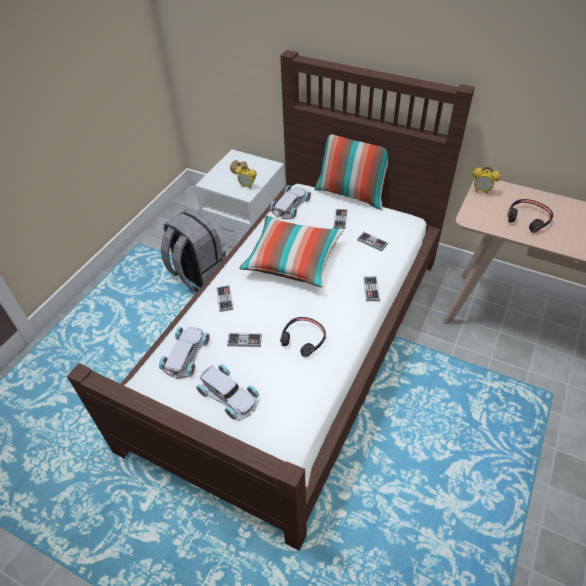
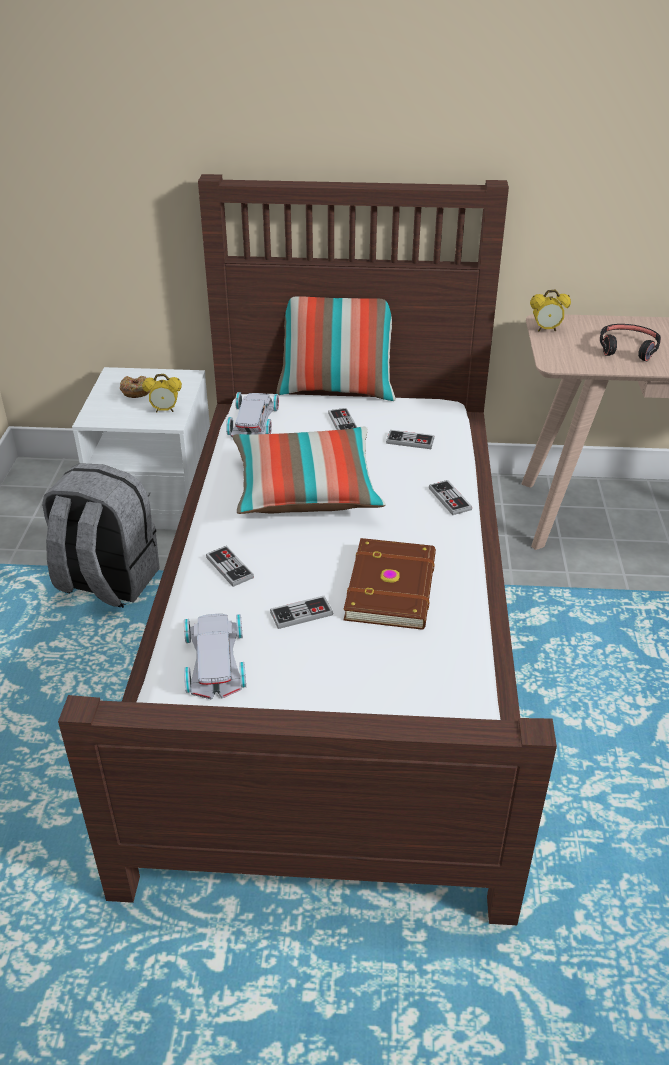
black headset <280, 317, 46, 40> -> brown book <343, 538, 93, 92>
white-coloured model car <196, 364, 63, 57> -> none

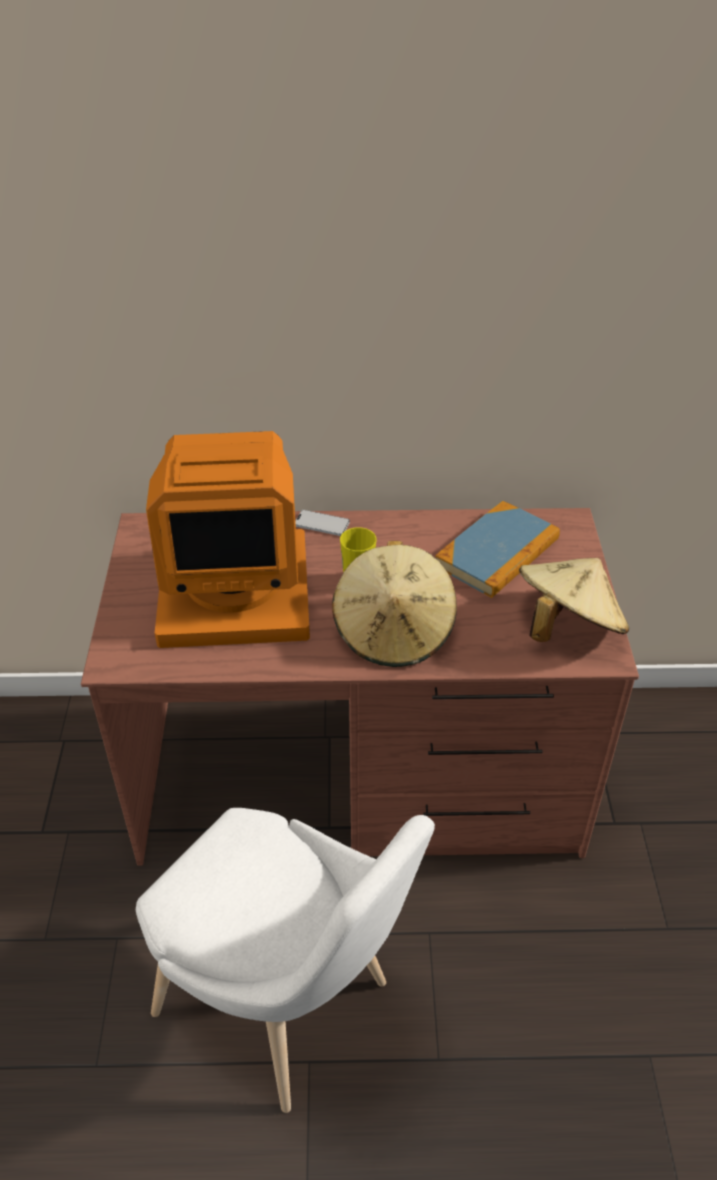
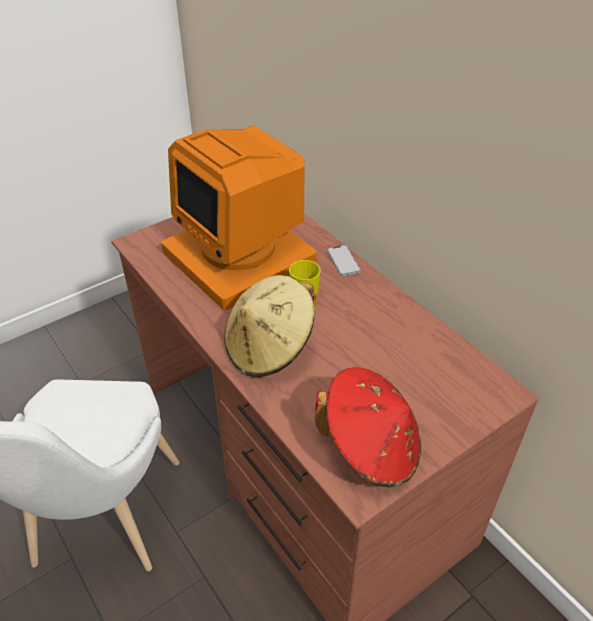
book <435, 501, 125, 97> -> none
sand-coloured clothing hat <519, 558, 110, 84> -> red clothing hat <315, 367, 106, 121>

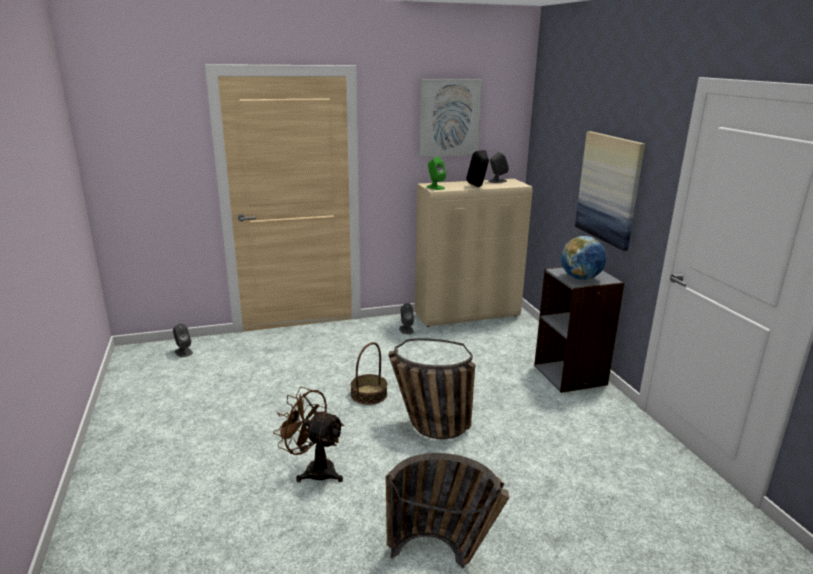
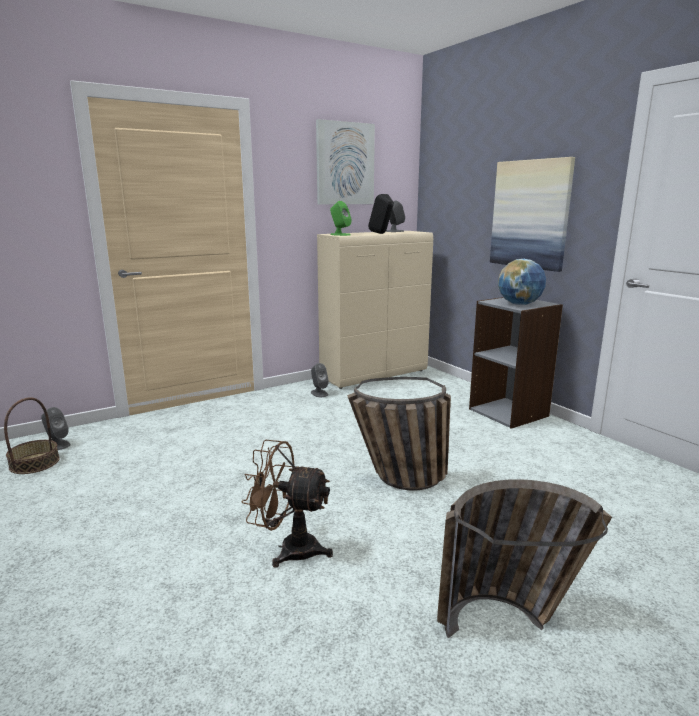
storage basket <351, 342, 36, 63> -> storage basket <4, 397, 56, 77>, move

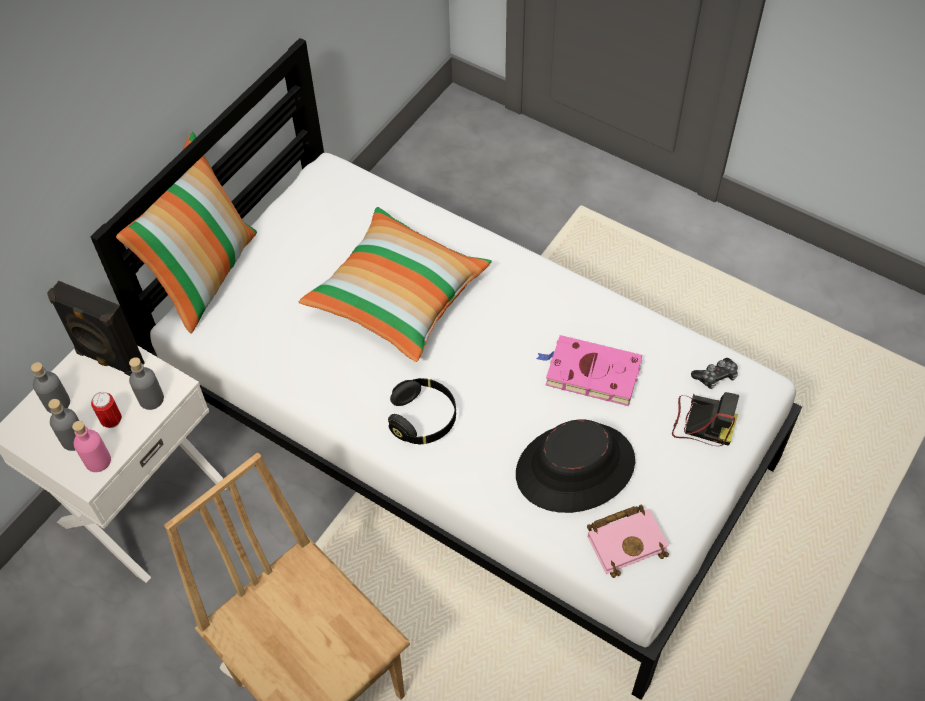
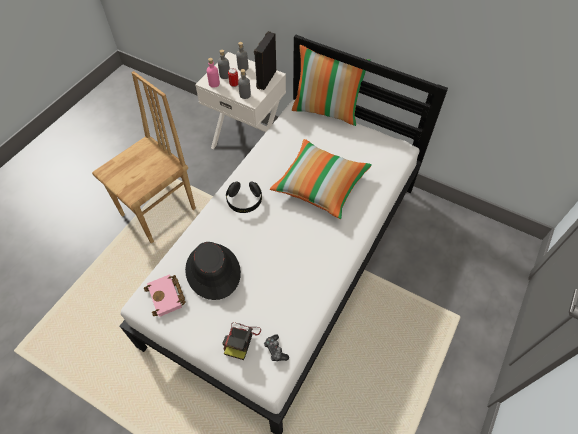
pink-coloured book <536, 335, 106, 71> -> none

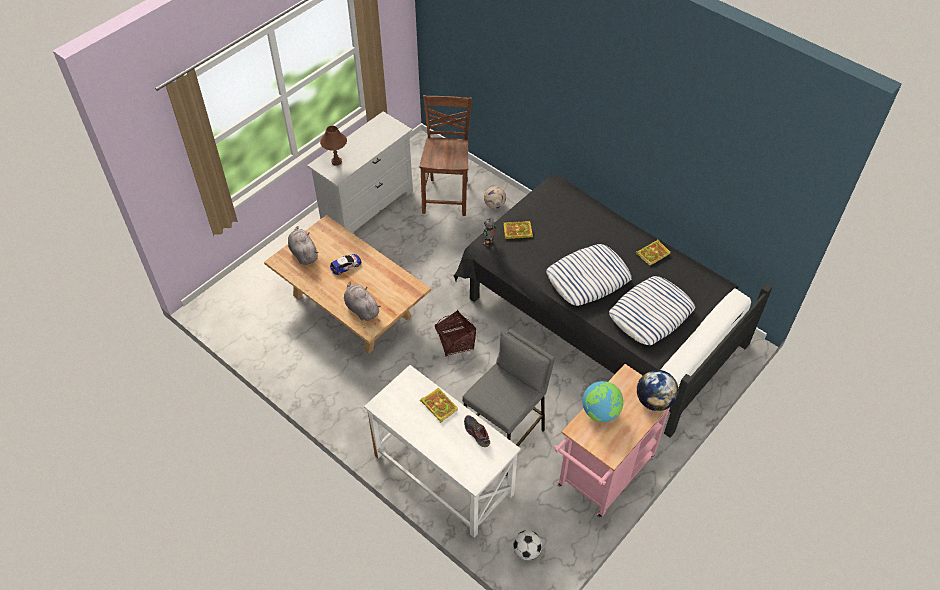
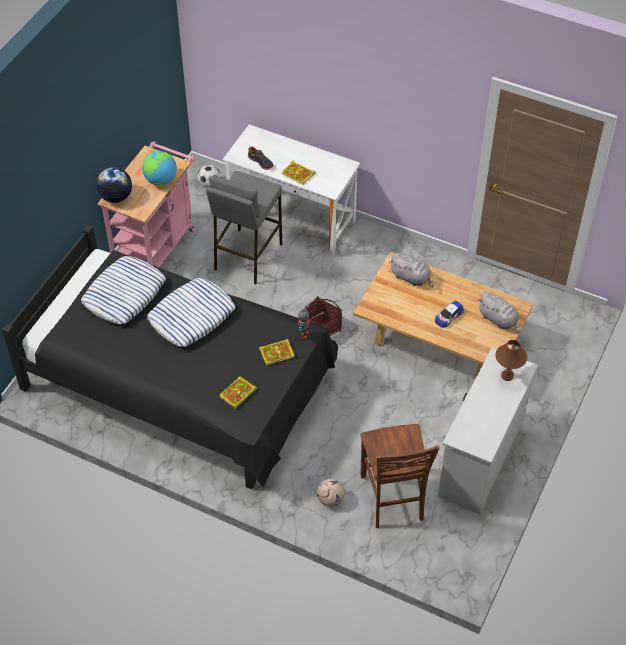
book <636, 239, 34, 27> -> book <219, 376, 38, 33>, move

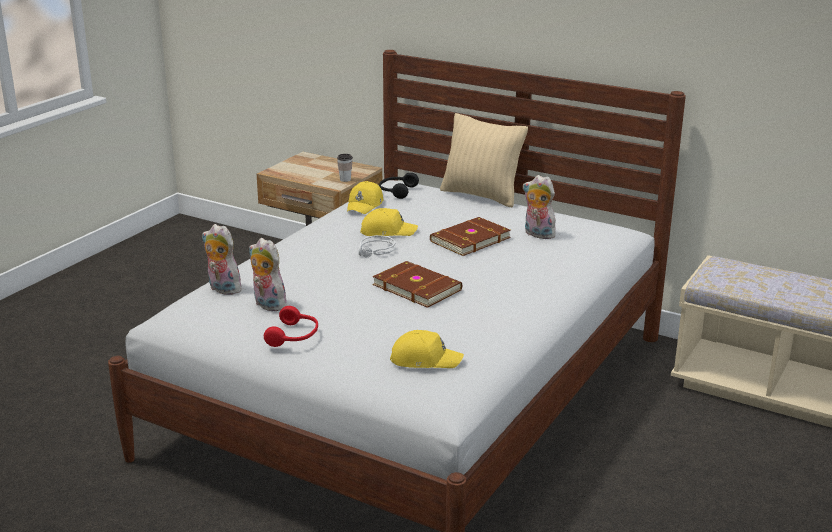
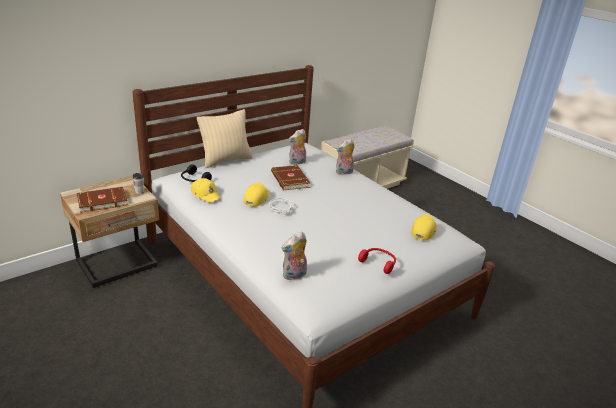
cuddly toy <249, 238, 38, 73> -> cuddly toy <336, 139, 19, 36>, move
brown book <372, 261, 90, 47> -> brown book <77, 187, 51, 26>, move

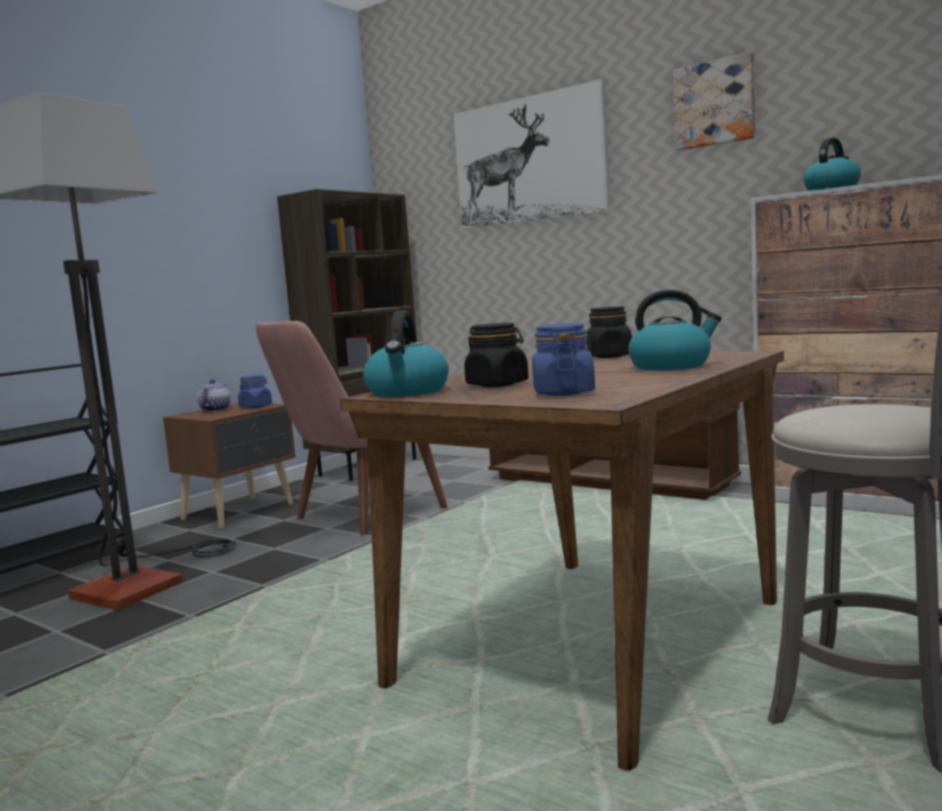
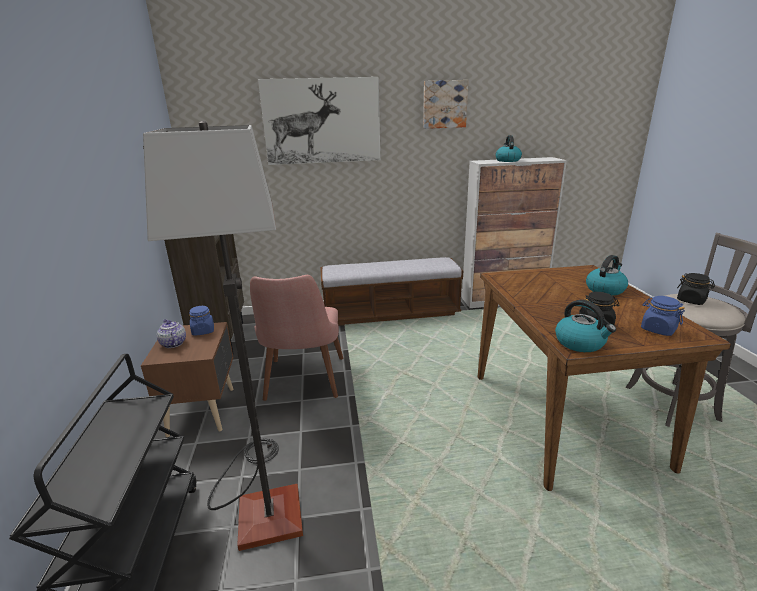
black storage jar <586, 306, 46, 52> -> black storage jar <677, 273, 38, 32>, move

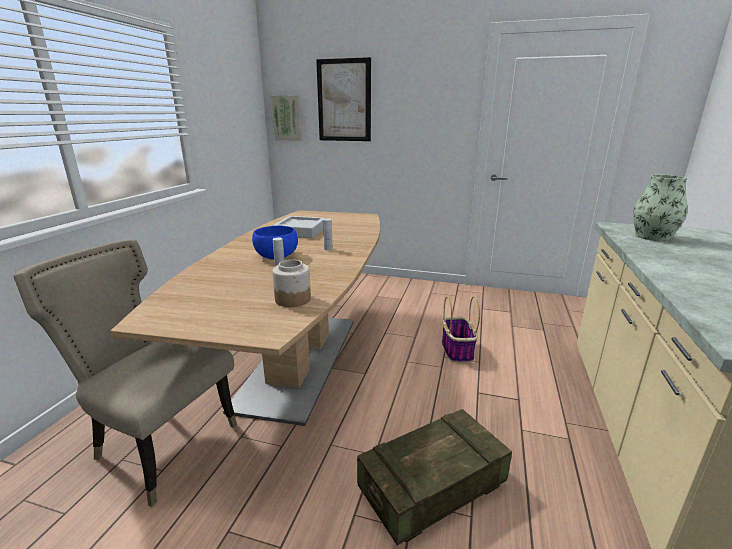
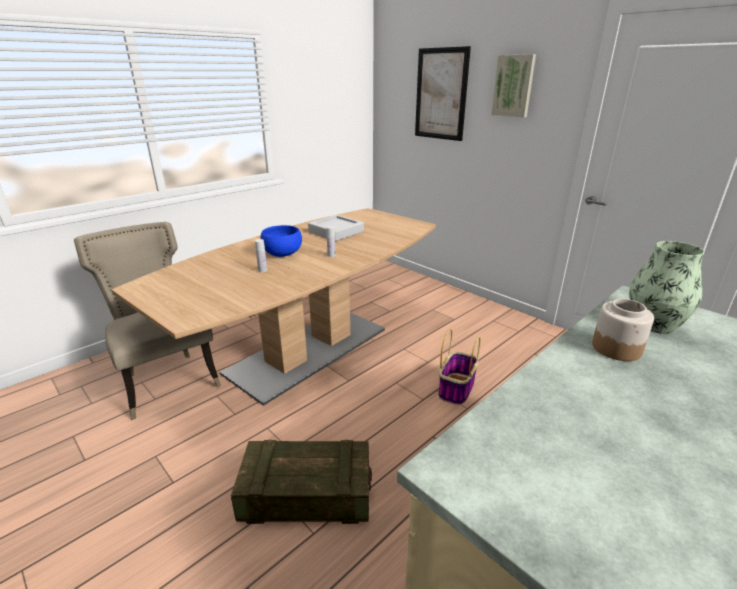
wall art <271, 95, 31, 46> -> wall art <491, 54, 45, 63>, move
storage jar <272, 260, 39, 47> -> storage jar <592, 299, 62, 62>, move

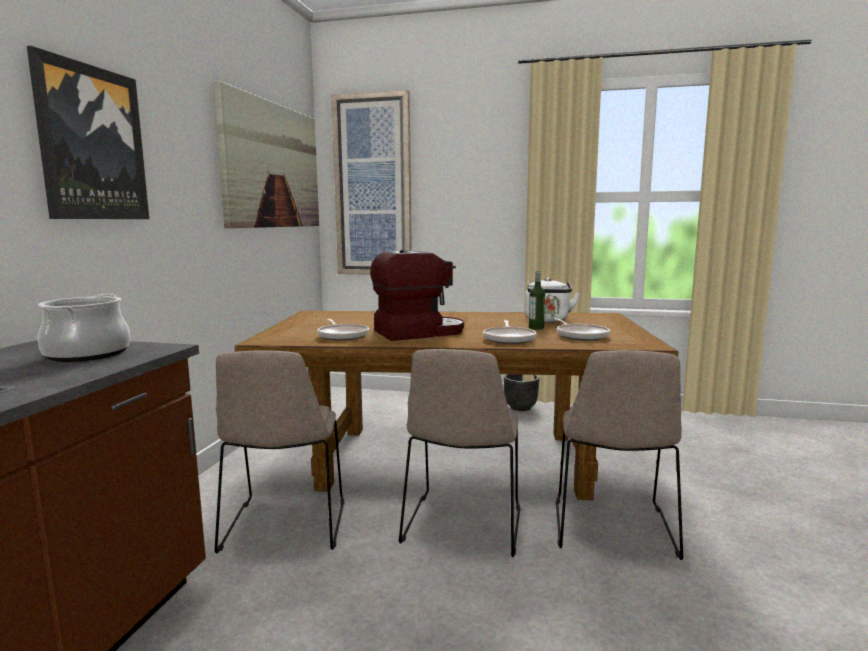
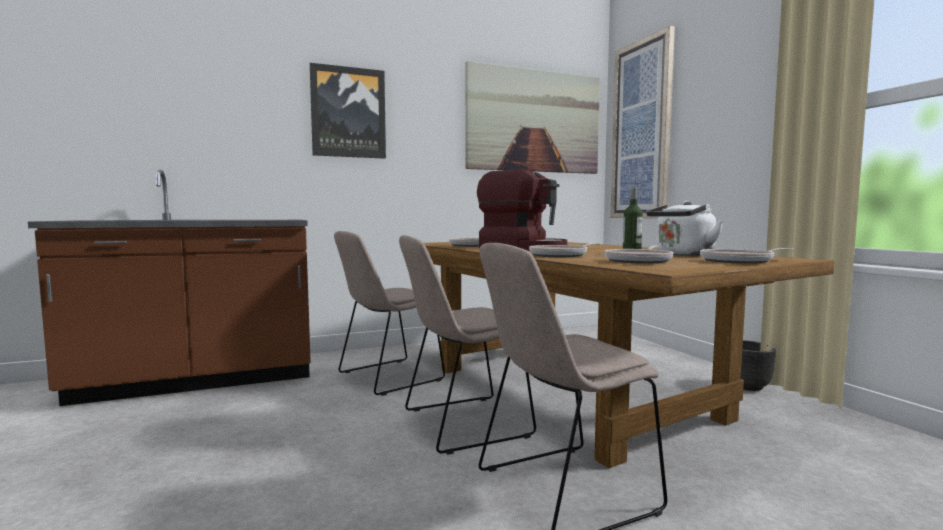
saucepot <38, 294, 92, 68> -> none
none -> pan <700, 248, 93, 16>

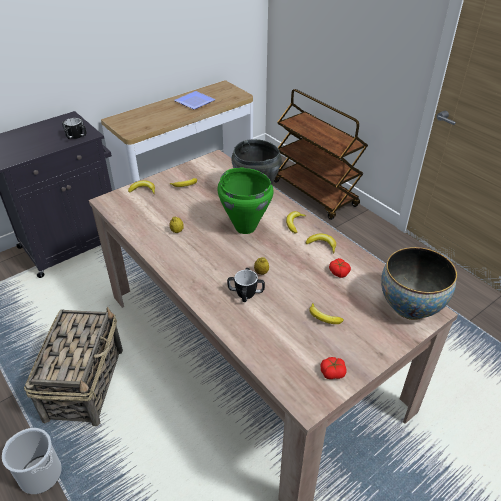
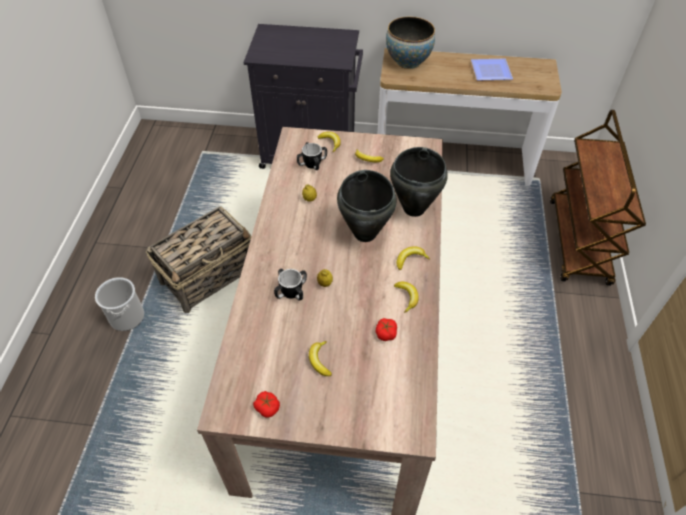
mug <62, 118, 24, 21> -> mug <297, 142, 30, 28>, move
greenish saucepot <217, 168, 57, 66> -> black saucepot <337, 170, 60, 72>
serving bowl <381, 247, 76, 73> -> serving bowl <386, 17, 49, 52>, move

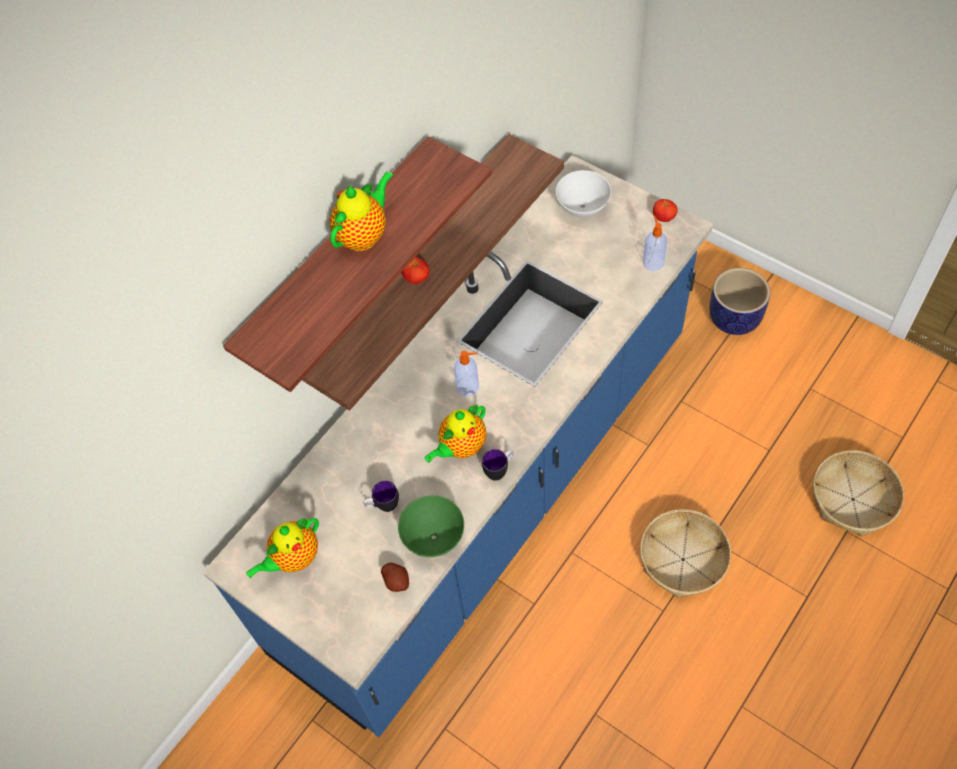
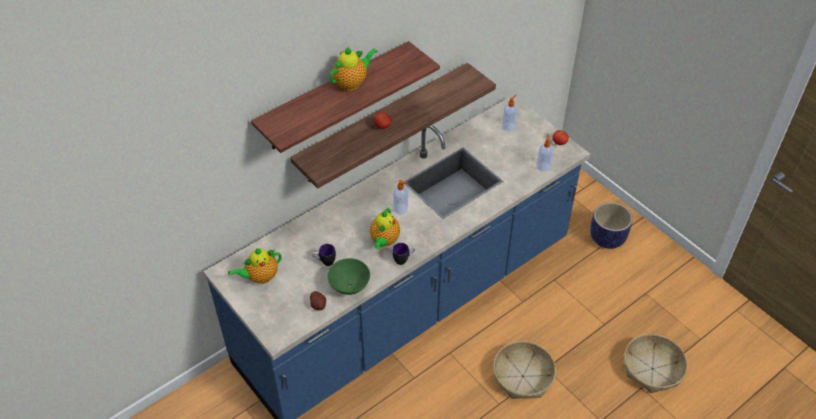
white-coloured serving bowl <556, 170, 55, 47> -> liquid soap bottle <502, 95, 15, 36>
pot for tea <424, 404, 62, 59> -> pot for tea <370, 207, 30, 42>, 45 degrees counterclockwise

